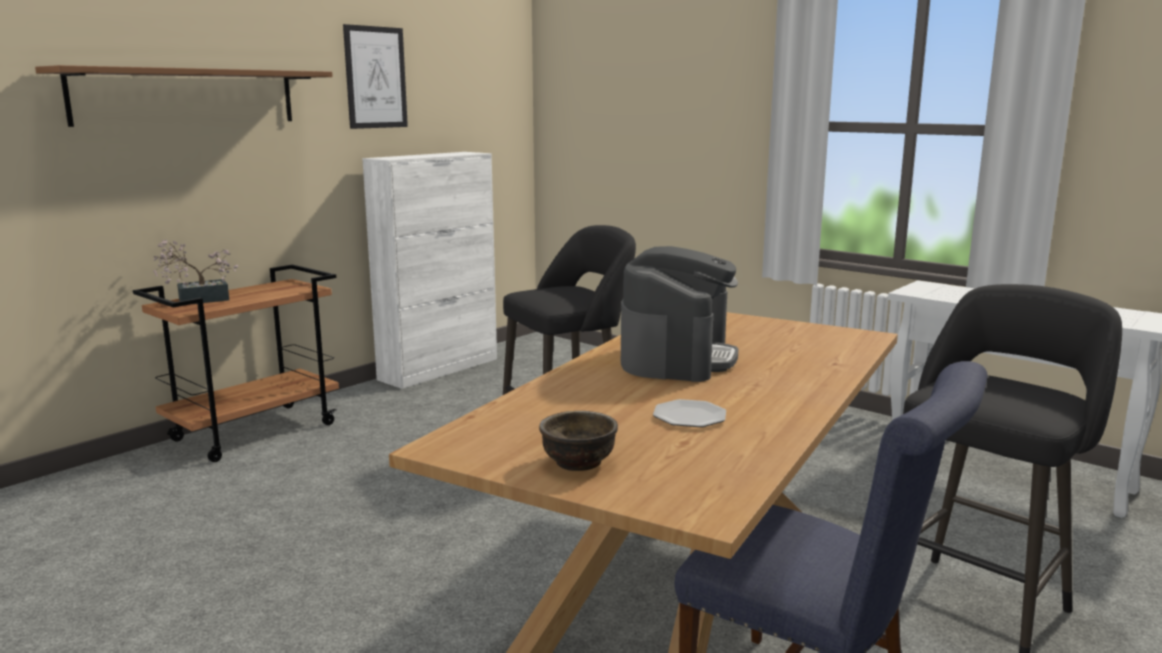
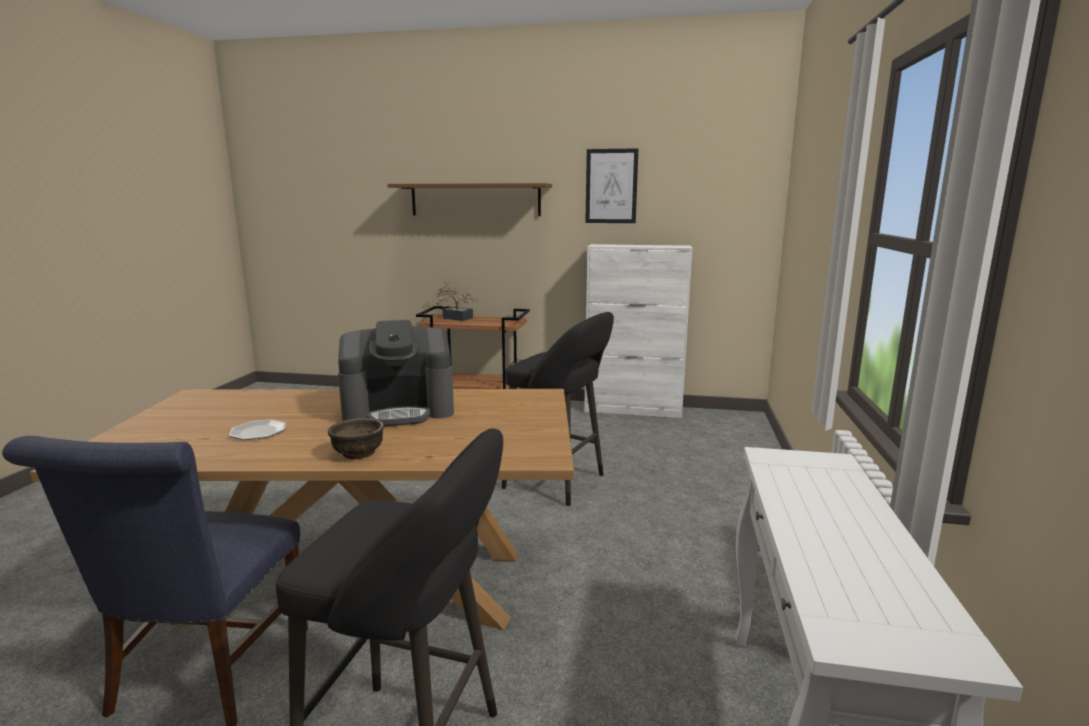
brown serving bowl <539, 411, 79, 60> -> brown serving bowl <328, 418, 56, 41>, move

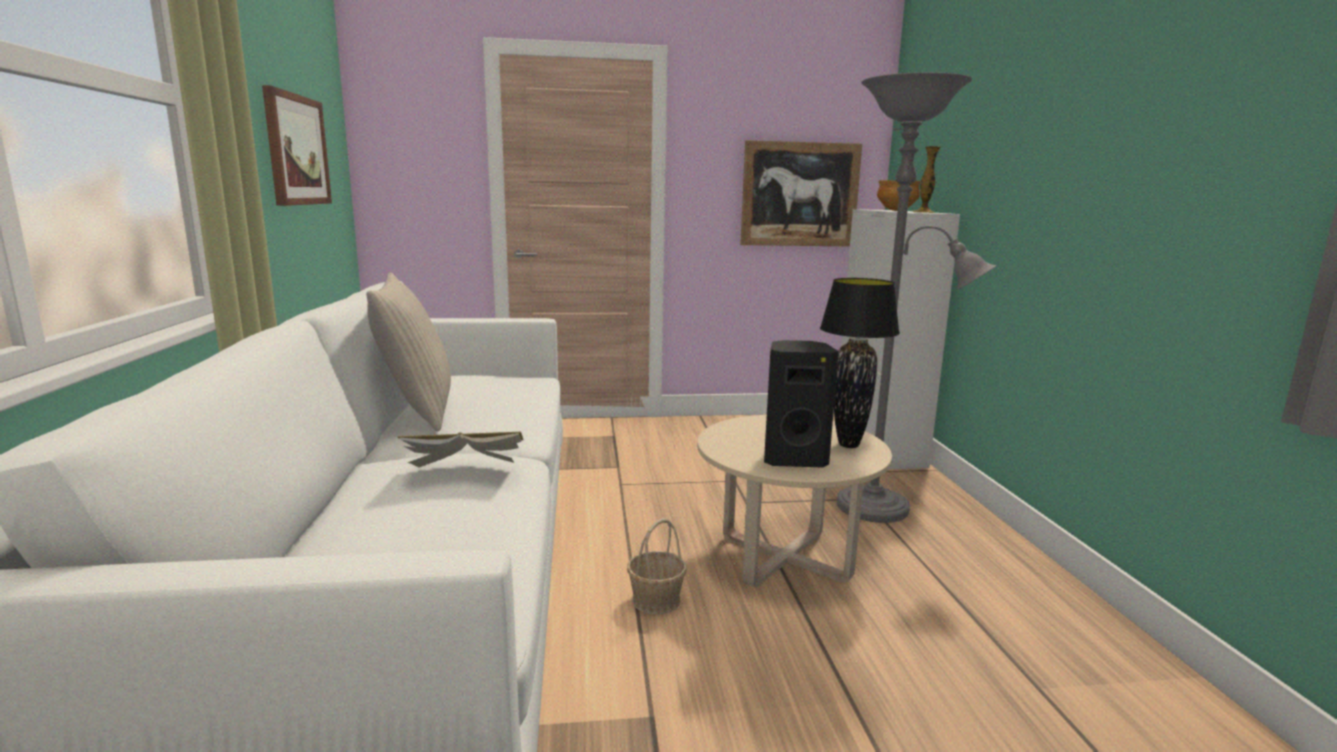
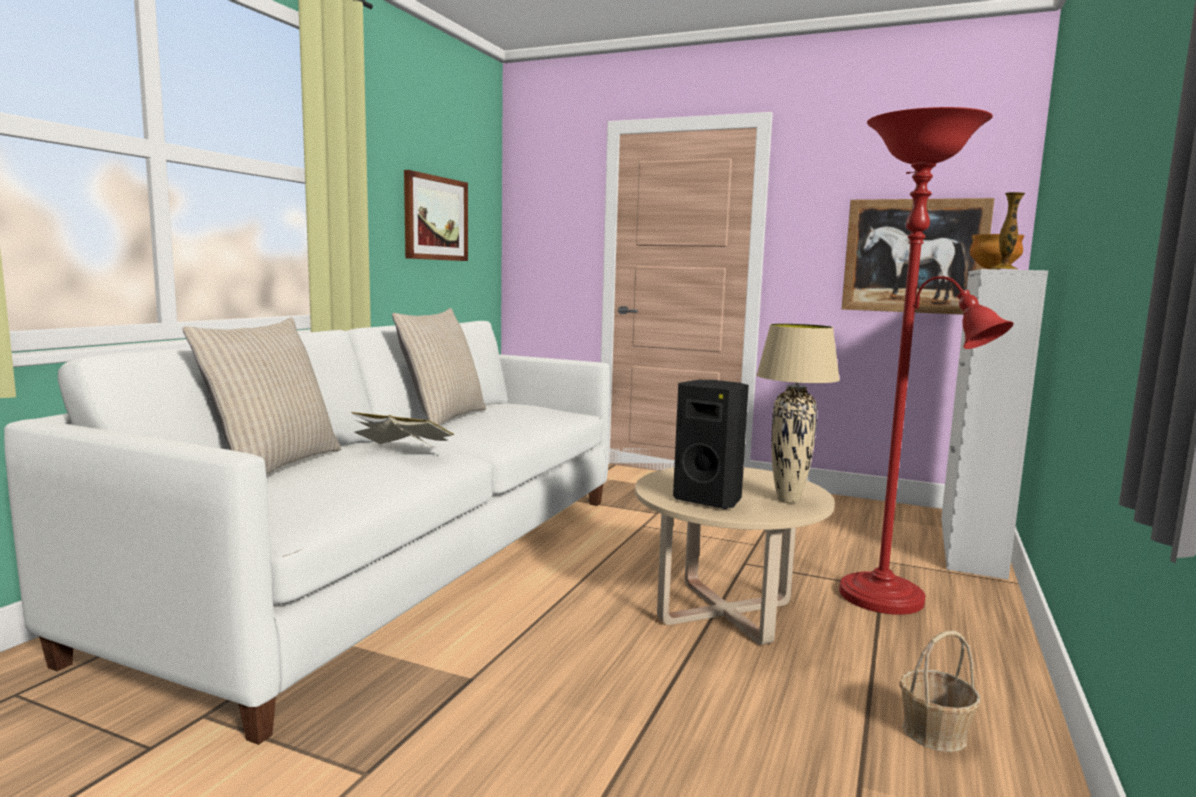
gray standing lamp <837, 72, 160, 451> -> red standing lamp <839, 107, 175, 508>
black tabletop lamp <820, 278, 80, 170> -> sand-coloured tabletop lamp <756, 324, 84, 179>
storage basket <627, 518, 60, 96> -> storage basket <899, 631, 82, 121>, move
none -> sand-coloured cushion <182, 317, 159, 157>

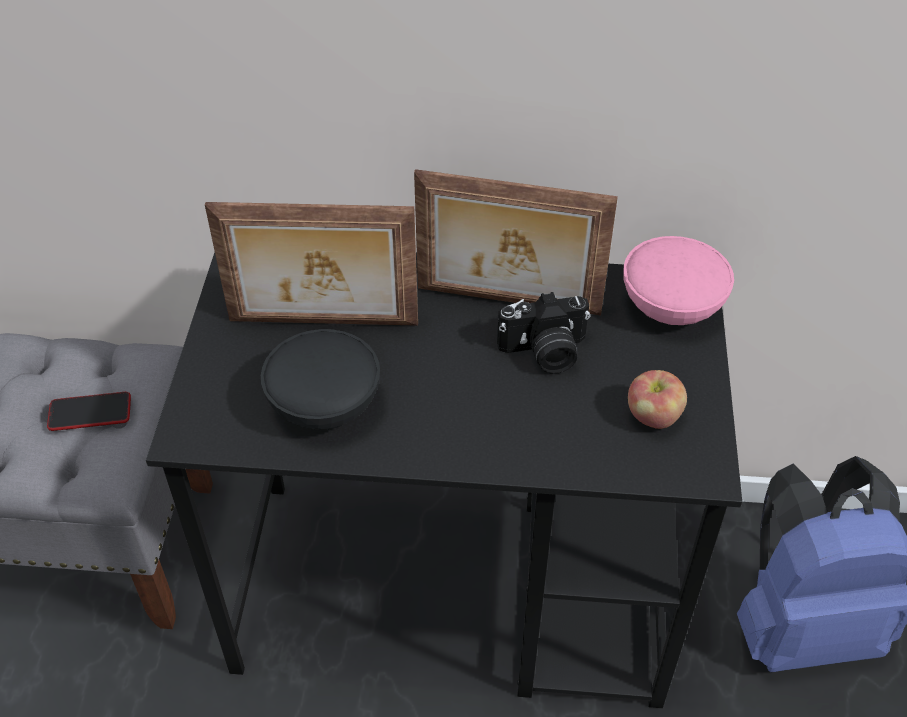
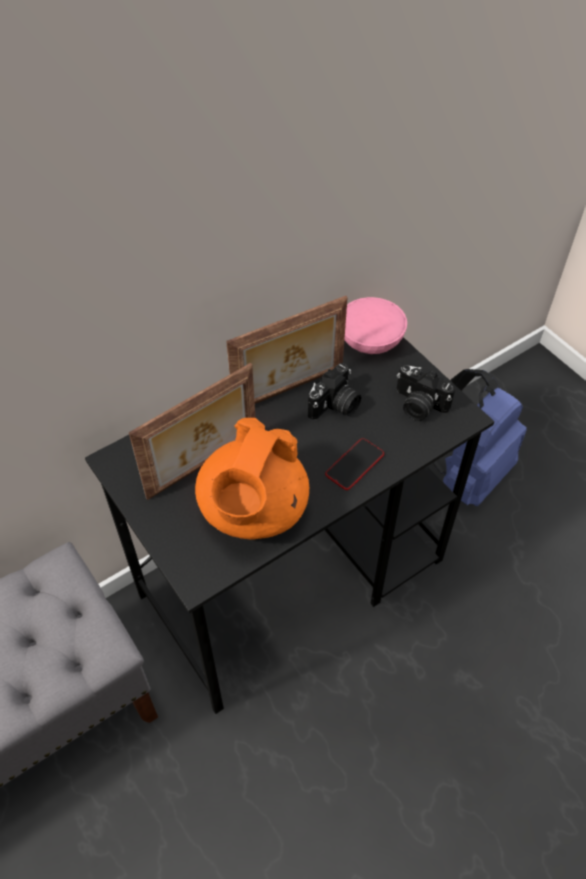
black serving bowl <261, 329, 119, 101> -> orange pot for tea <195, 418, 114, 121>
apple fruit <628, 370, 59, 59> -> photo camera <397, 365, 58, 56>
phone <47, 392, 84, 39> -> phone <325, 438, 59, 52>, move

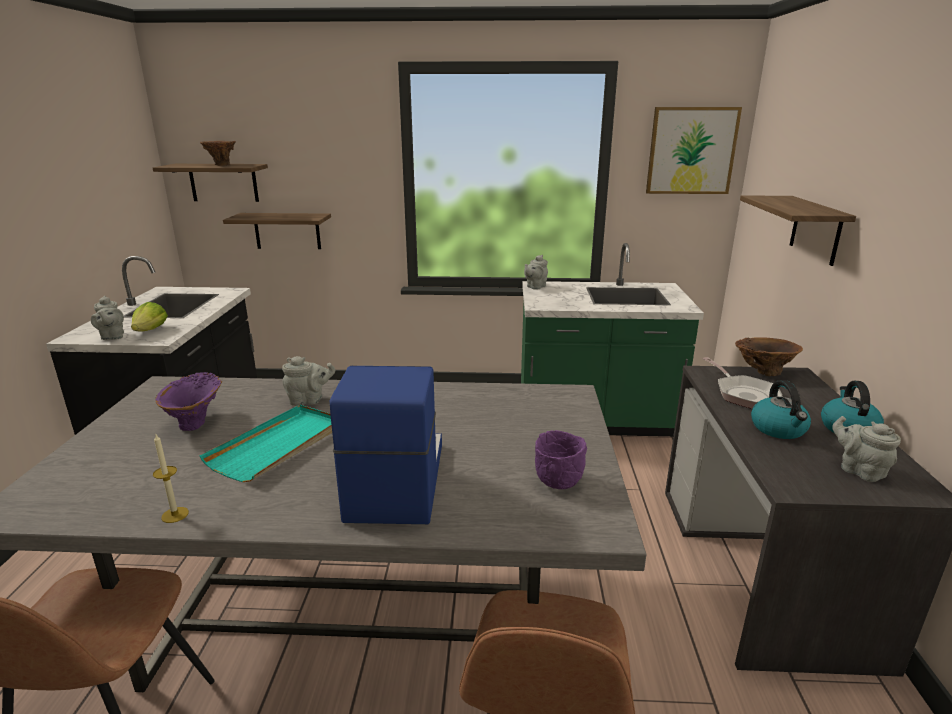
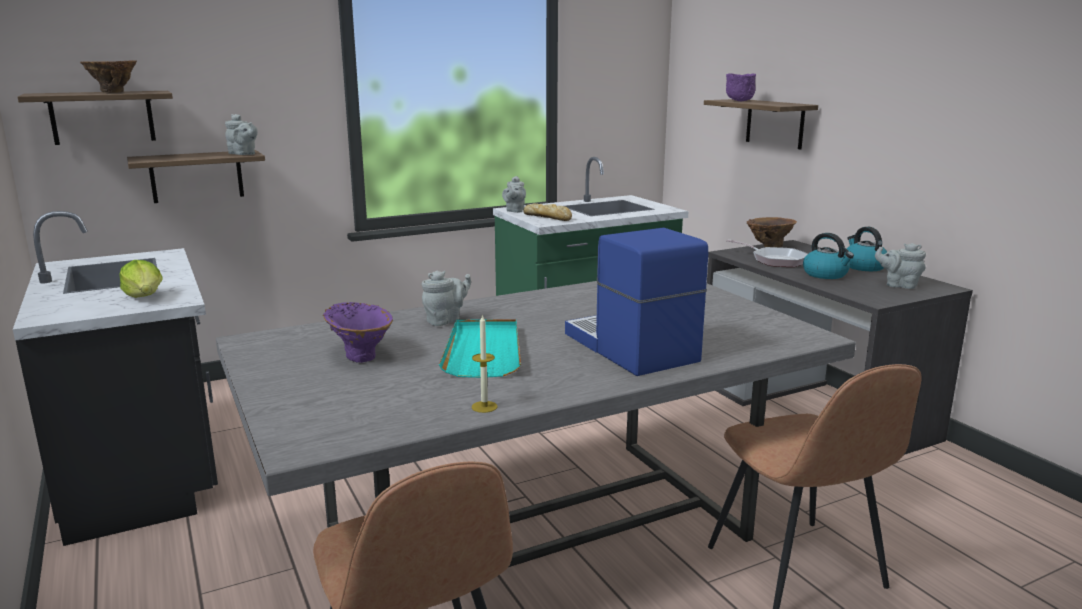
wall art <646, 107, 96, 87> -> none
gray pot for tea <91, 296, 33, 44> -> gray pot for tea <225, 114, 33, 41>, move
purple-coloured serving bowl <535, 430, 52, 59> -> purple-coloured serving bowl <726, 73, 30, 29>, move
none -> baked bread <523, 203, 49, 18>

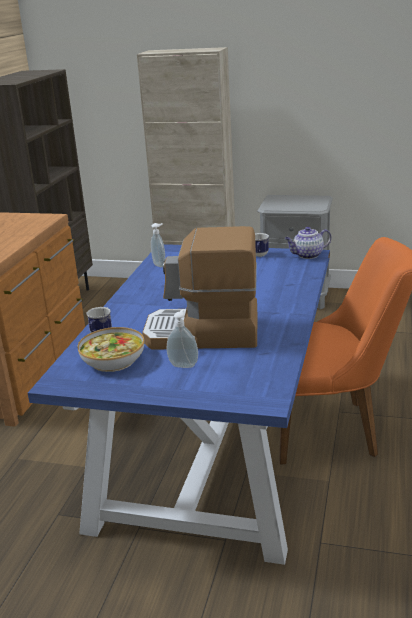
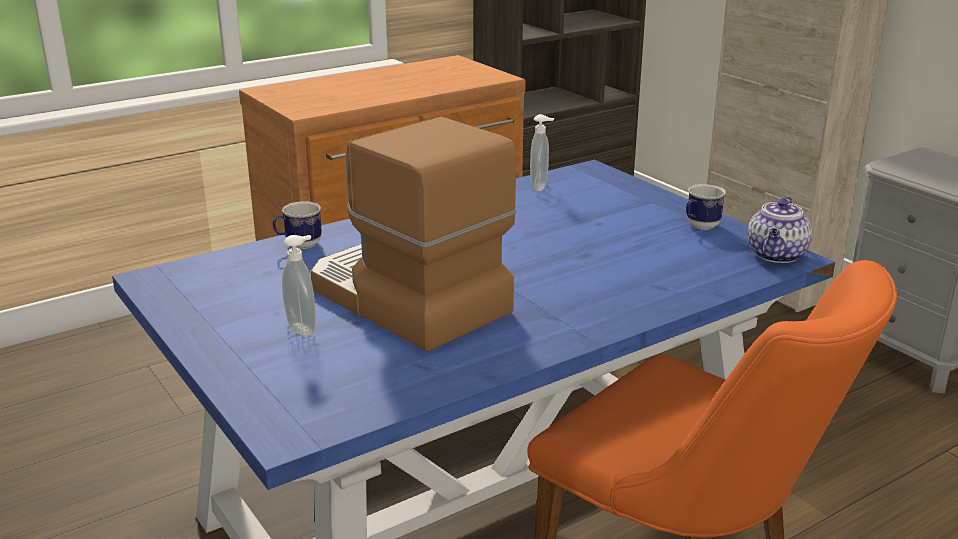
pot for tea <285, 227, 46, 32> -> pot for tea <748, 197, 64, 66>, 90 degrees counterclockwise
serving bowl <77, 327, 67, 45> -> none

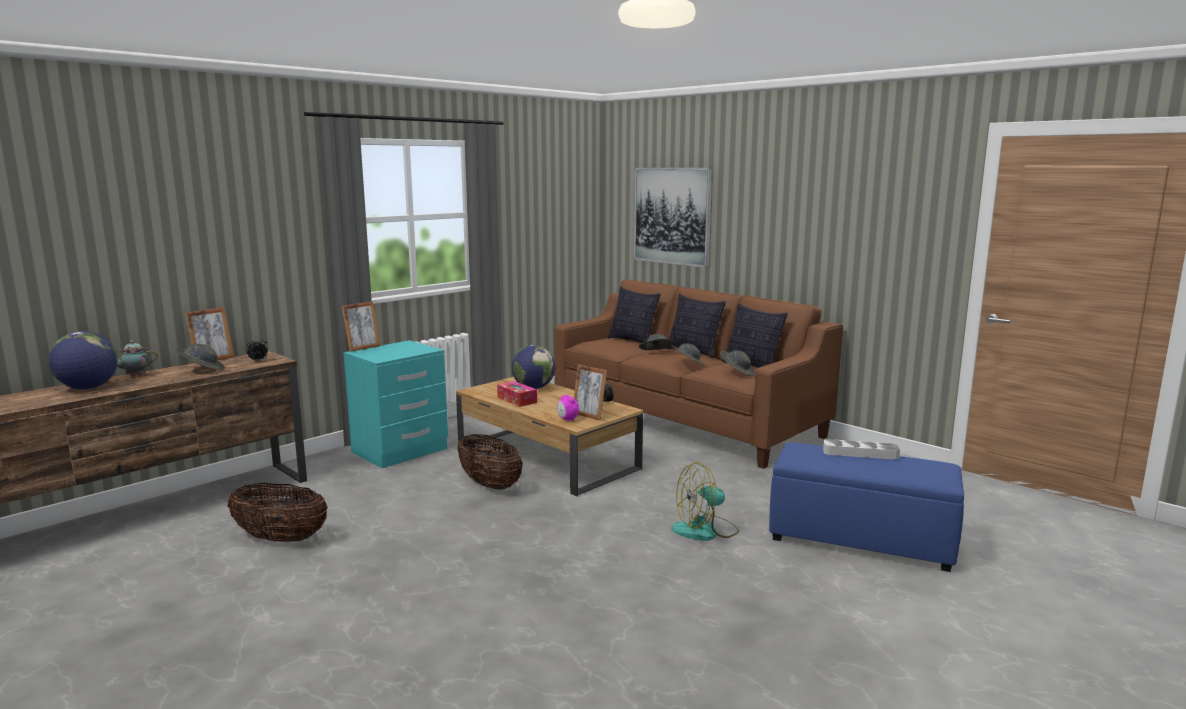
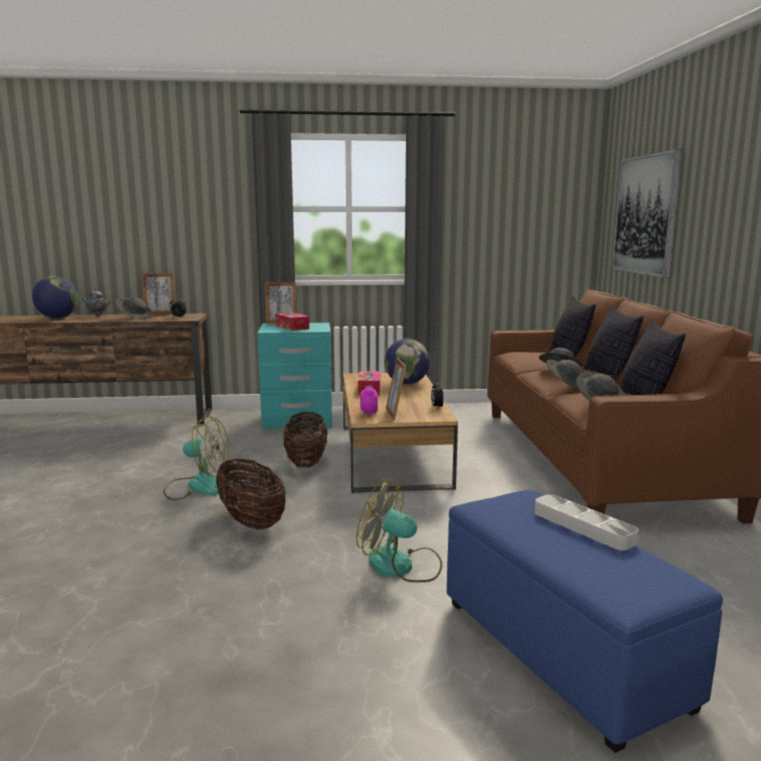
storage basket <227, 483, 101, 59> -> storage basket <216, 459, 70, 71>, move
none -> box of tissues <275, 312, 34, 19>
none -> electric fan <163, 416, 66, 84>

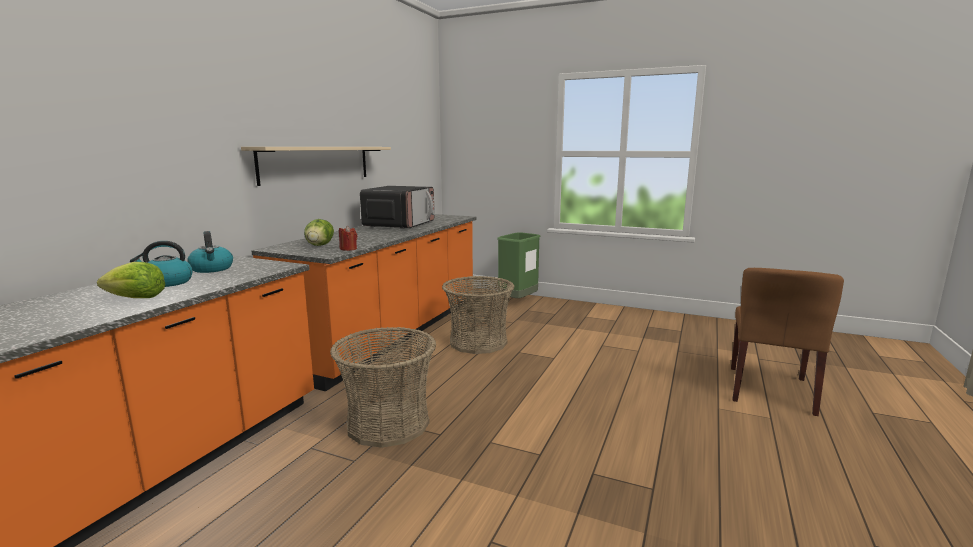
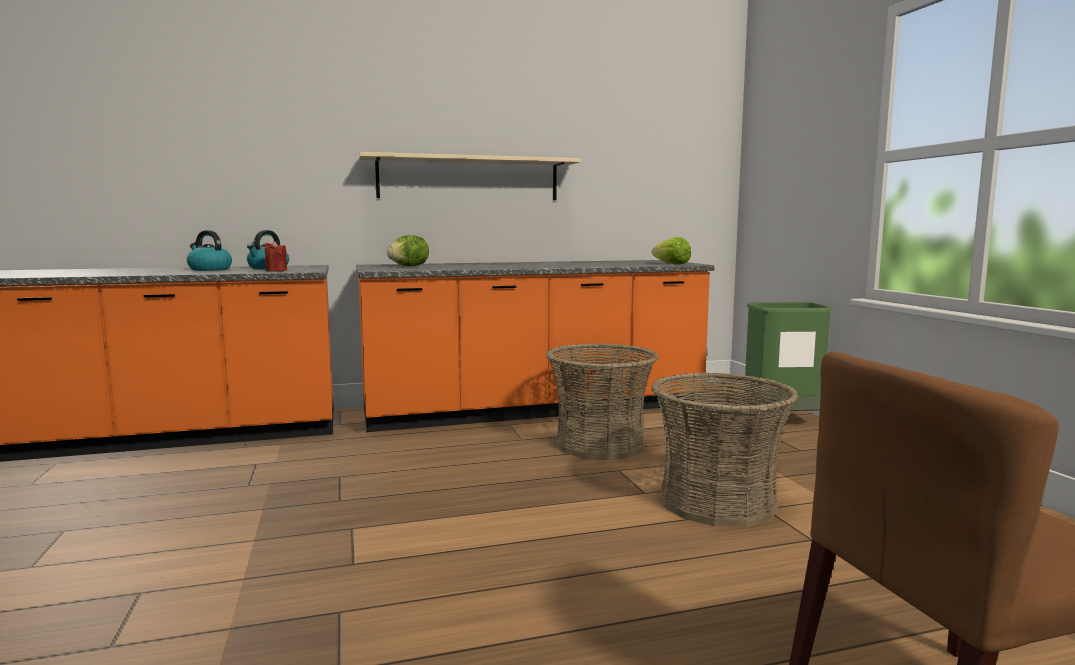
microwave <360, 186, 75, 43> -> none
red candle <339, 226, 18, 25> -> red candle <264, 241, 23, 31>, move
lettuce head <97, 262, 68, 36> -> lettuce head <652, 237, 39, 27>, move
storage basket <330, 327, 106, 121> -> storage basket <651, 372, 148, 155>, move

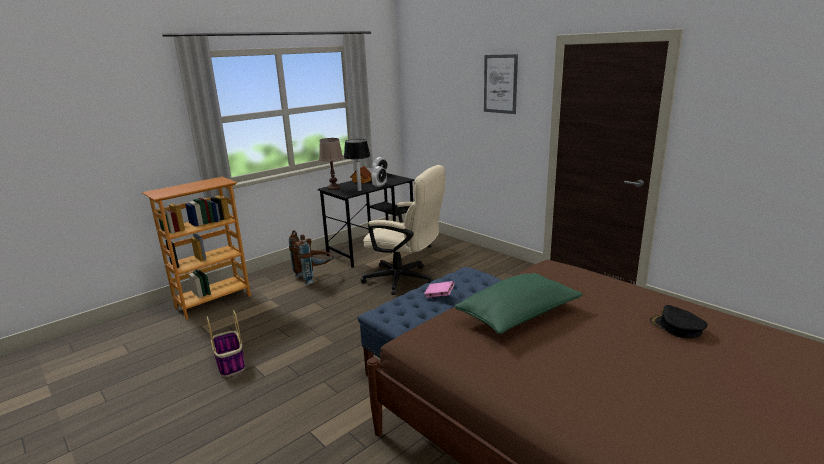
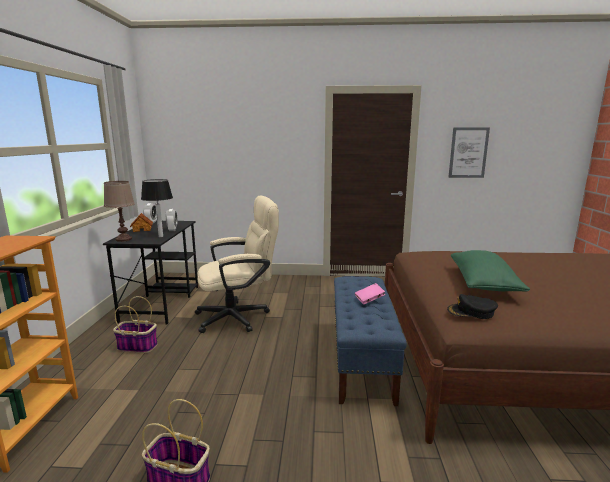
wall art <484, 54, 34, 60> -> wall art <448, 127, 42, 51>, move
brown backpack <289, 230, 43, 55> -> storage basket <113, 296, 45, 57>
black peaked cap <650, 305, 58, 33> -> black peaked cap <447, 294, 51, 25>, move

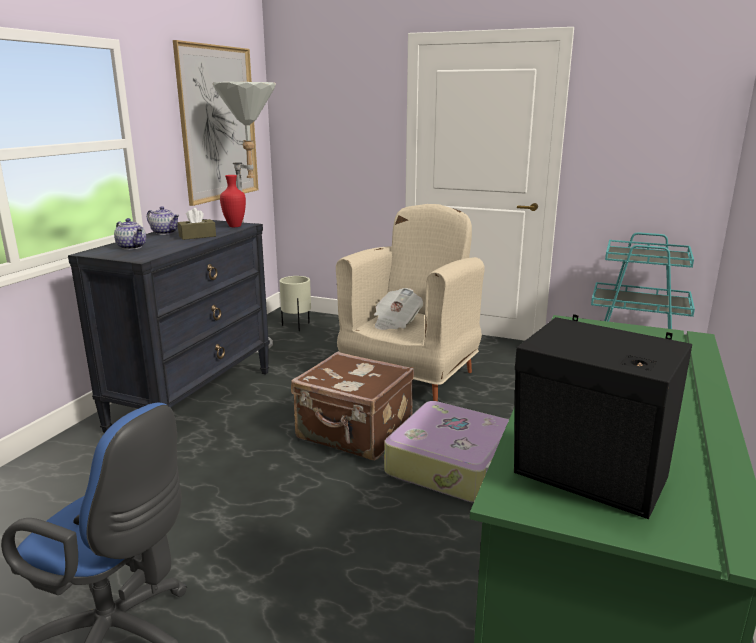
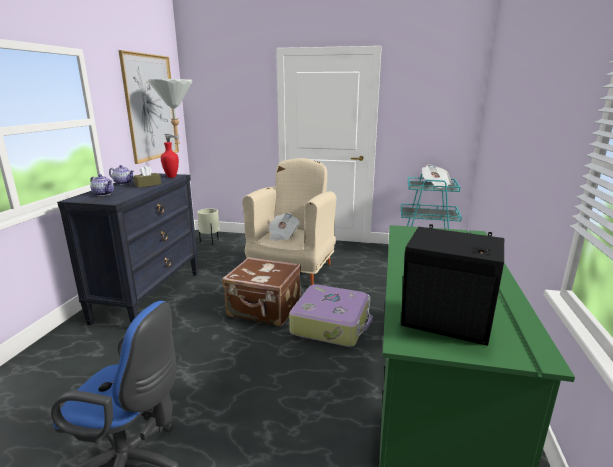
none -> printed paper <422, 165, 29, 23>

